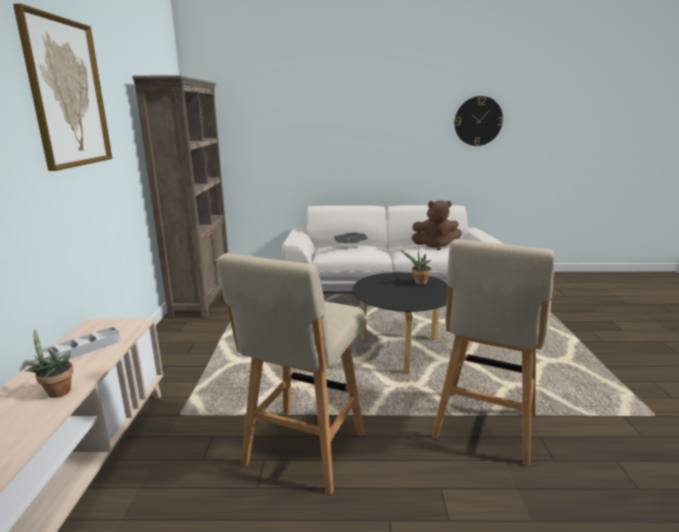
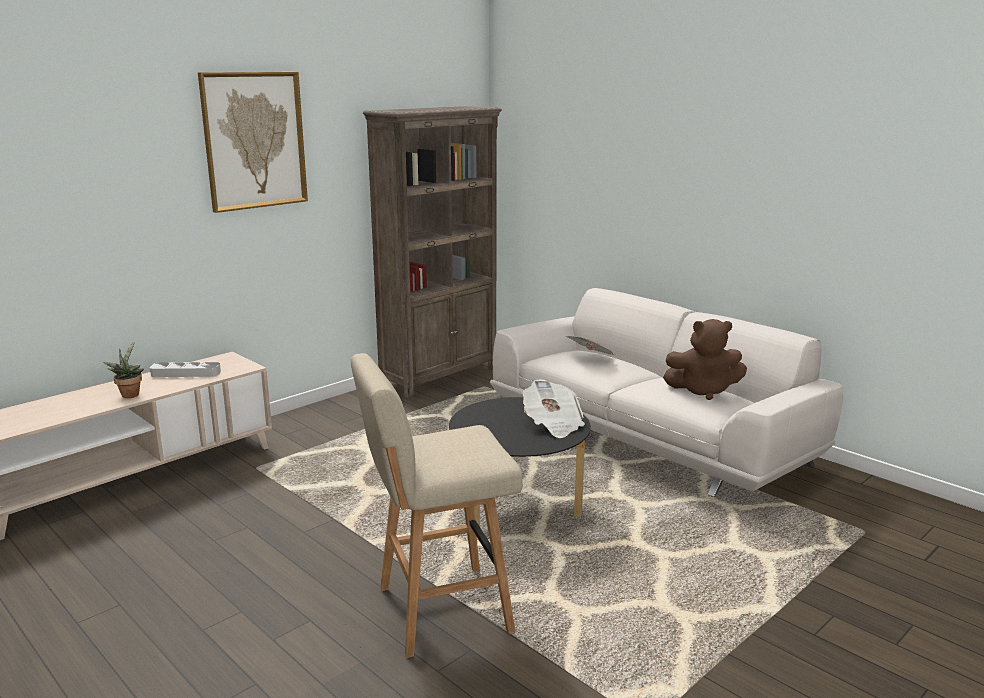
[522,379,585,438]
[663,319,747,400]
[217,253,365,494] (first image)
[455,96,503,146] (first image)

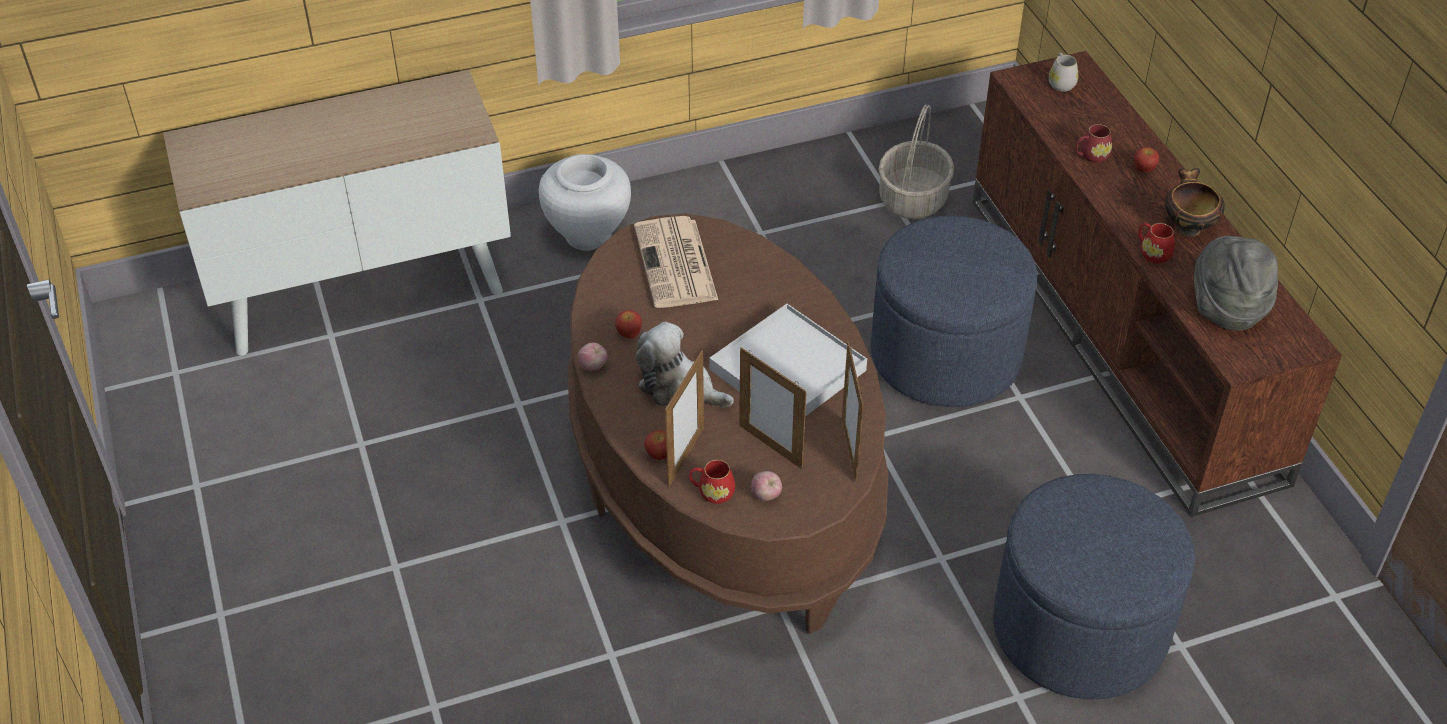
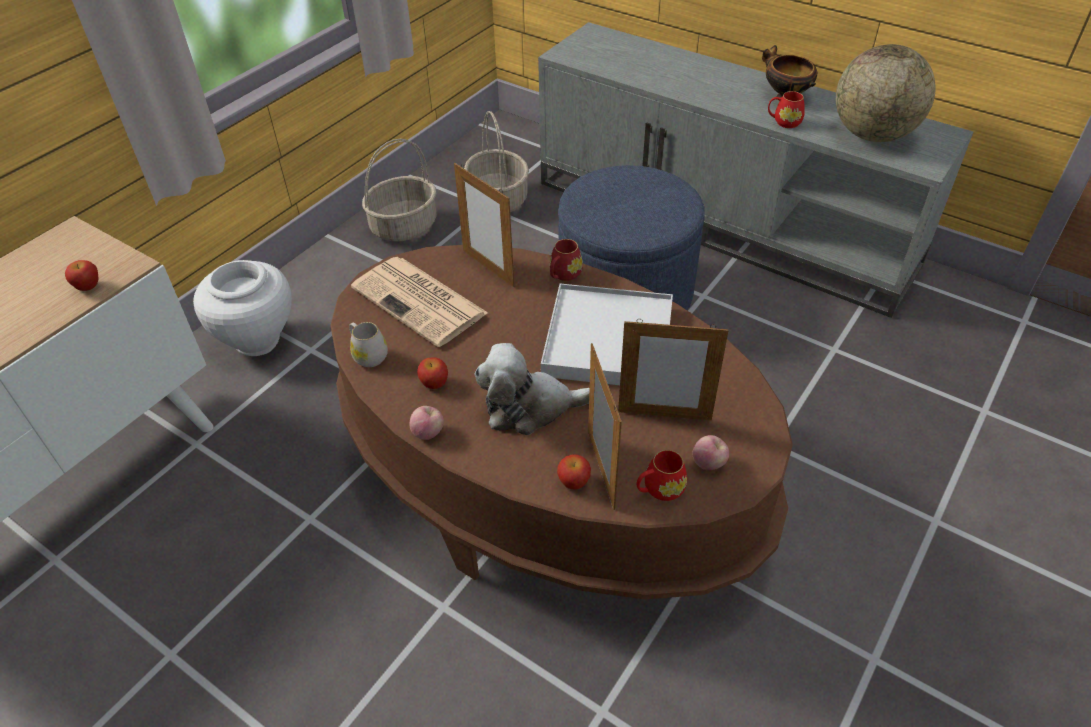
[65,260,99,291]
[349,322,388,367]
[362,138,437,241]
[454,163,514,287]
[538,22,973,318]
[550,239,583,281]
[836,44,936,142]
[993,474,1195,700] (first image)

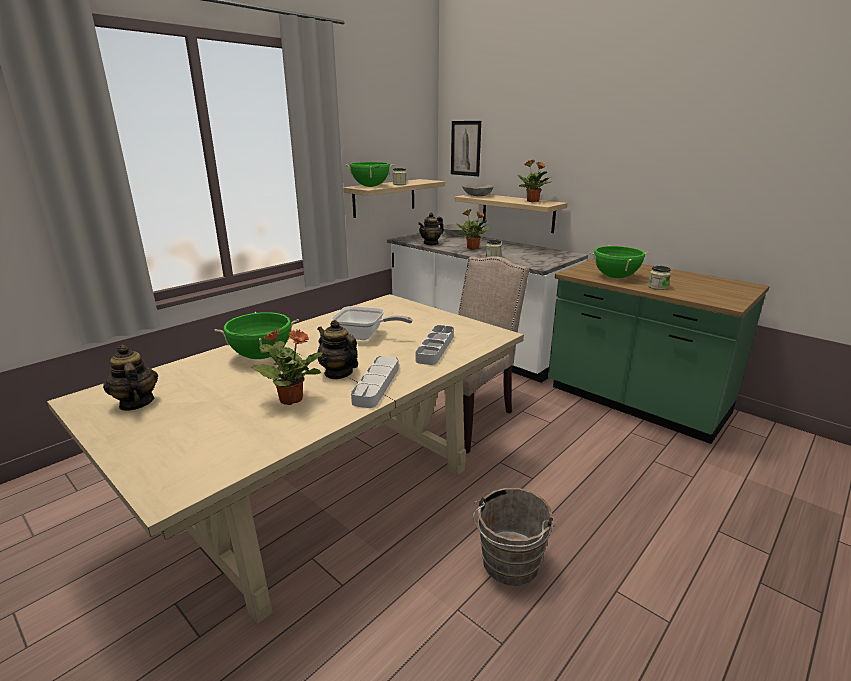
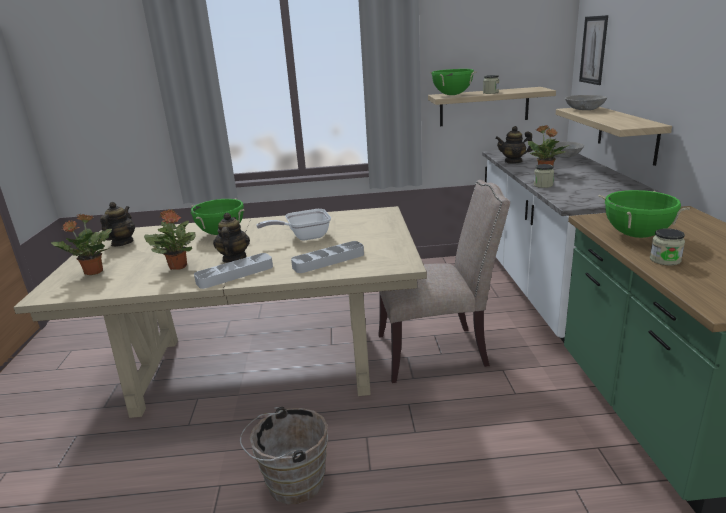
[51,214,112,275]
[256,209,331,241]

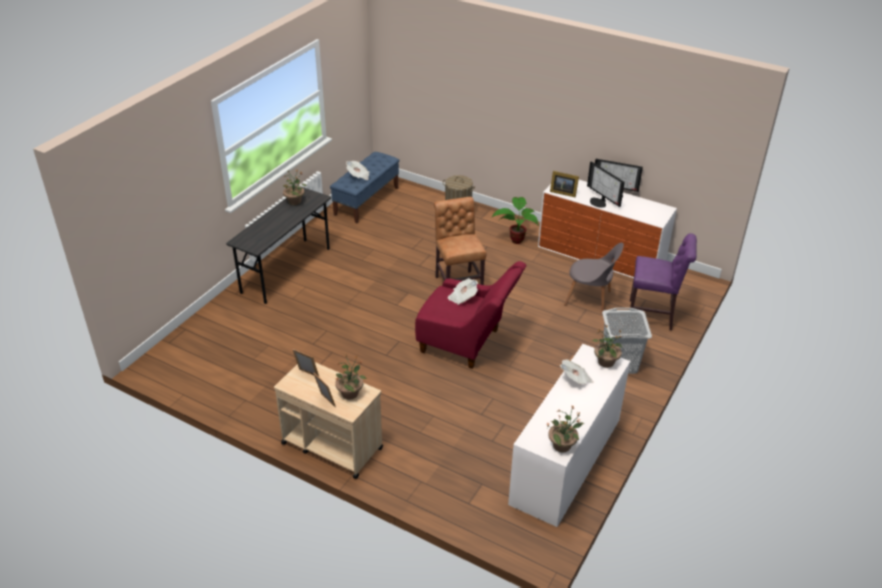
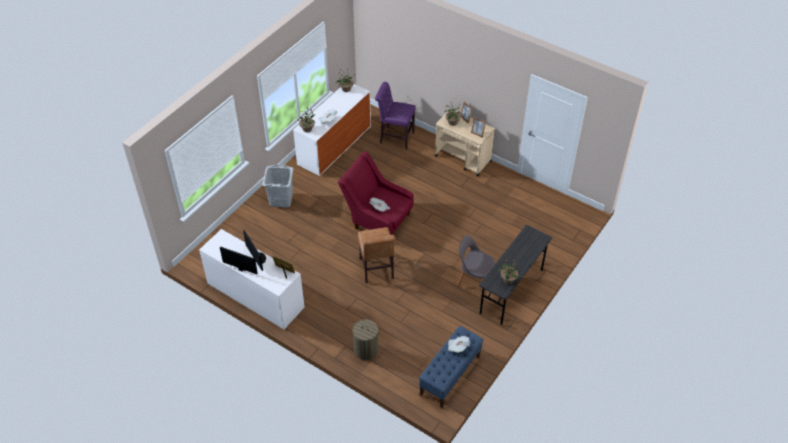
[375,82,416,149]
[458,235,495,296]
[491,197,538,244] (first image)

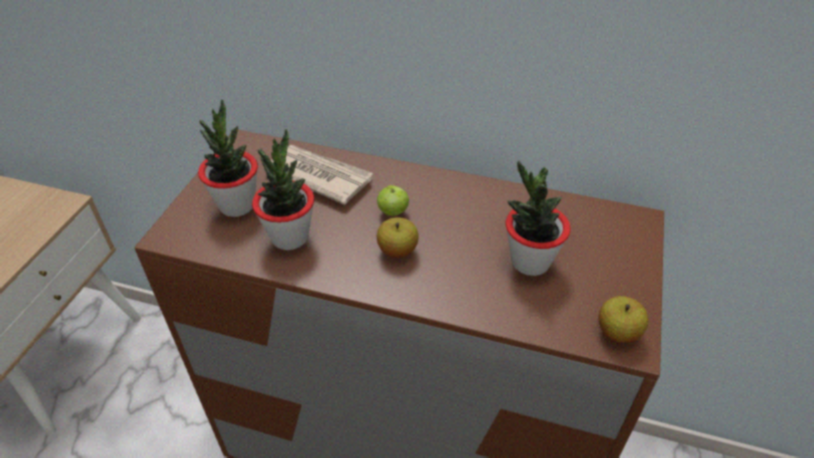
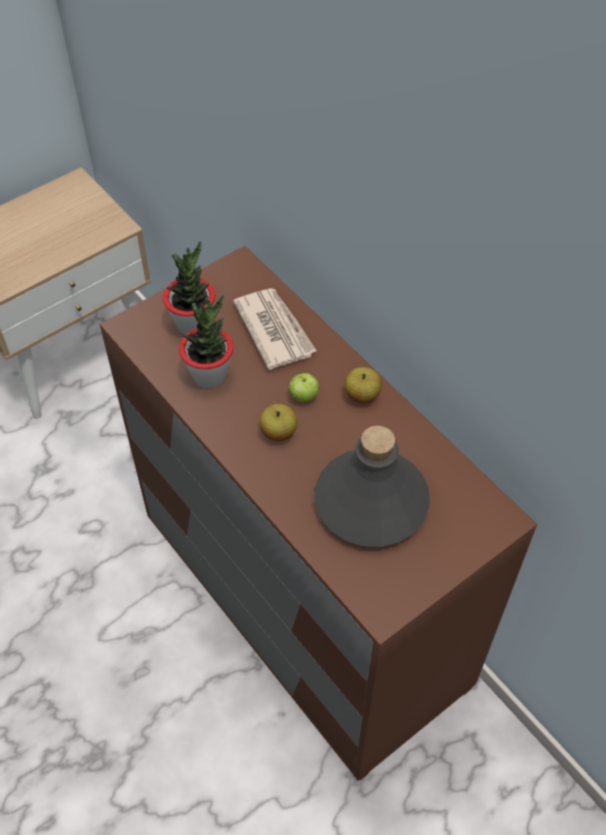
[315,426,430,547]
[345,367,382,403]

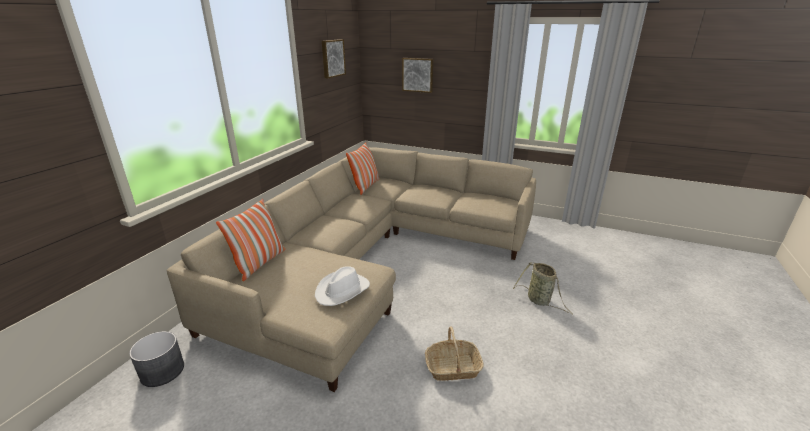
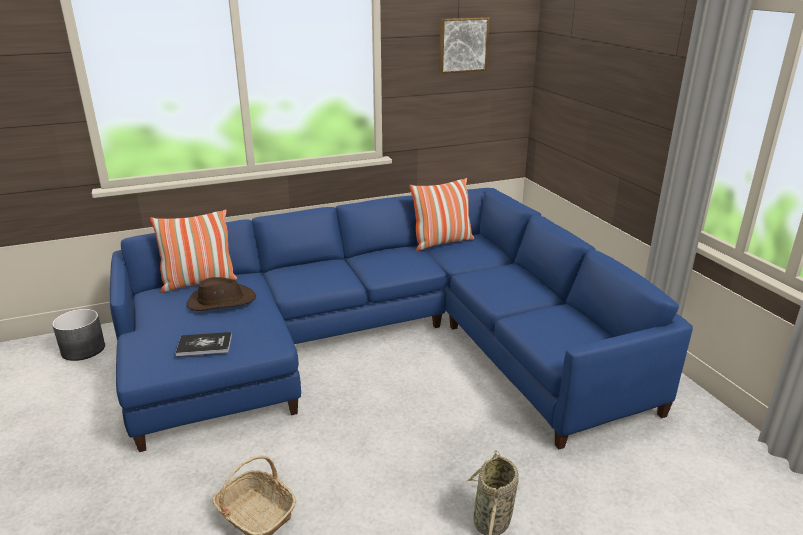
[110,188,693,452]
[176,332,232,356]
[187,277,256,311]
[402,58,433,93] (first image)

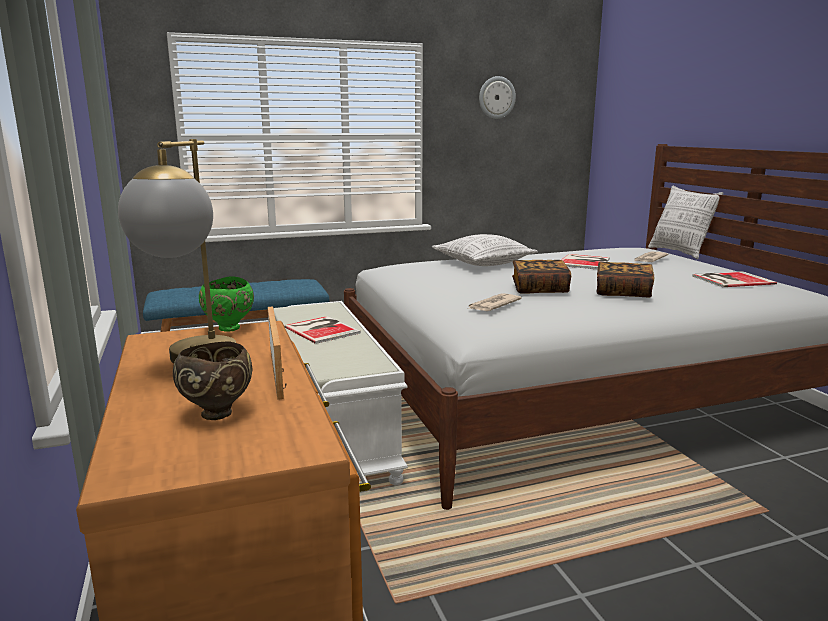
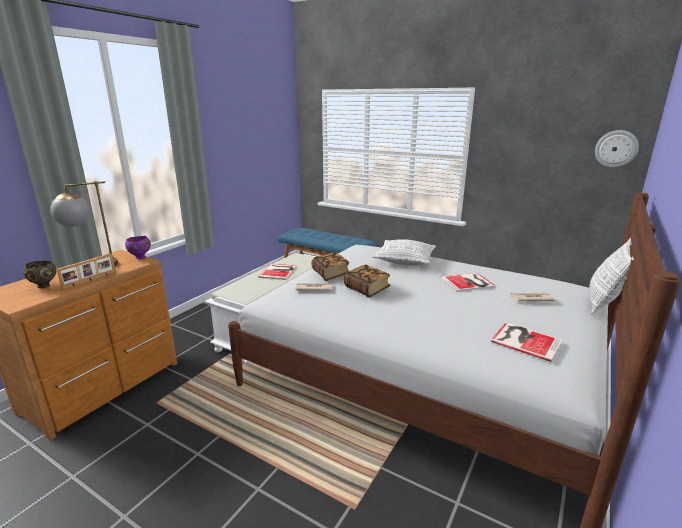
[125,236,151,259]
[311,252,349,281]
[595,130,639,168]

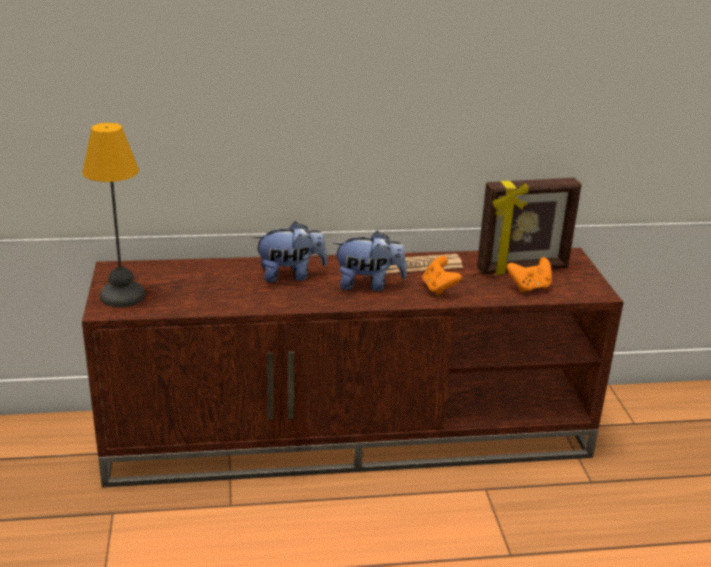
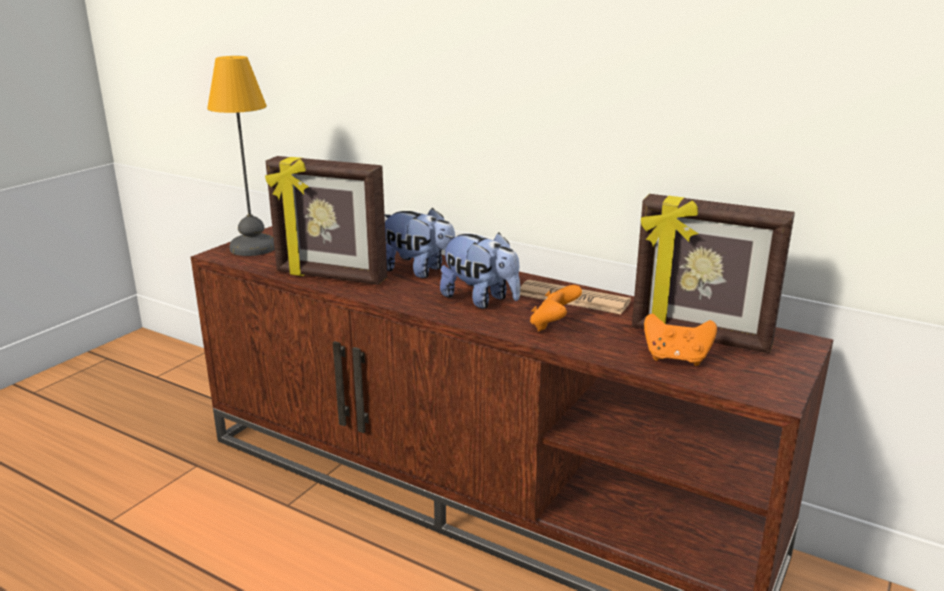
[265,156,387,285]

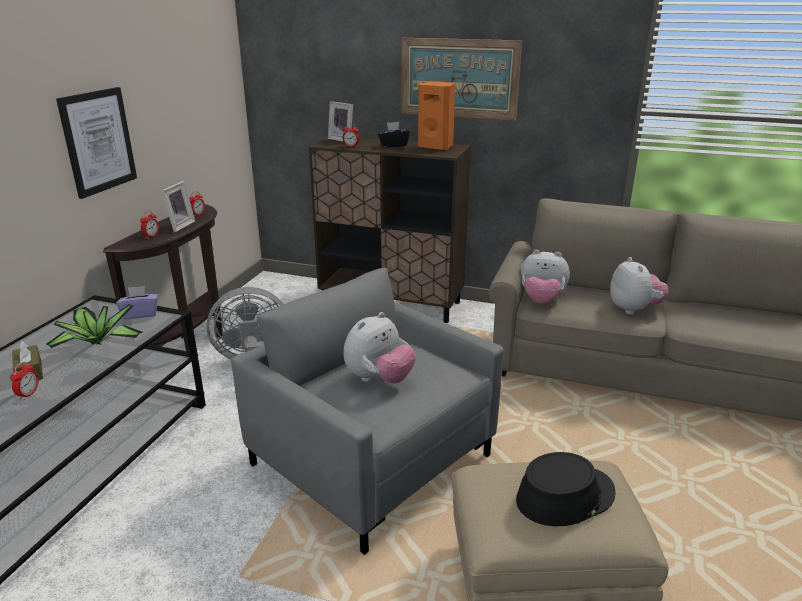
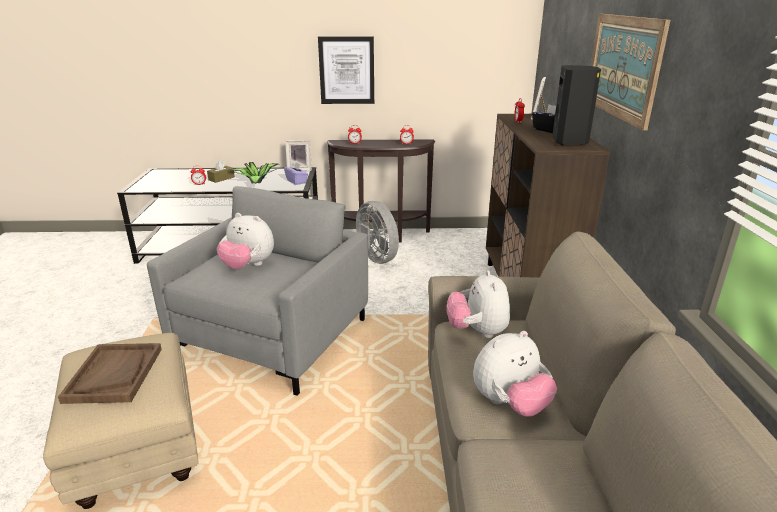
[58,343,162,404]
[285,140,312,171]
[552,65,601,145]

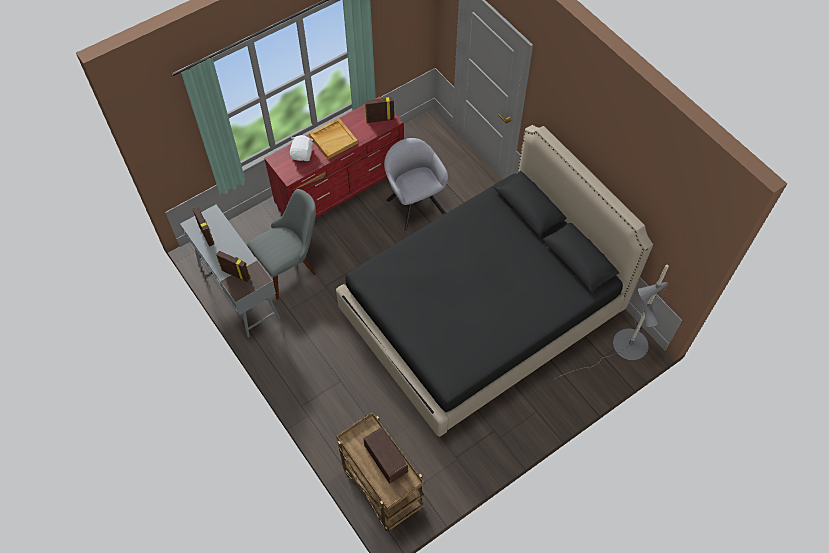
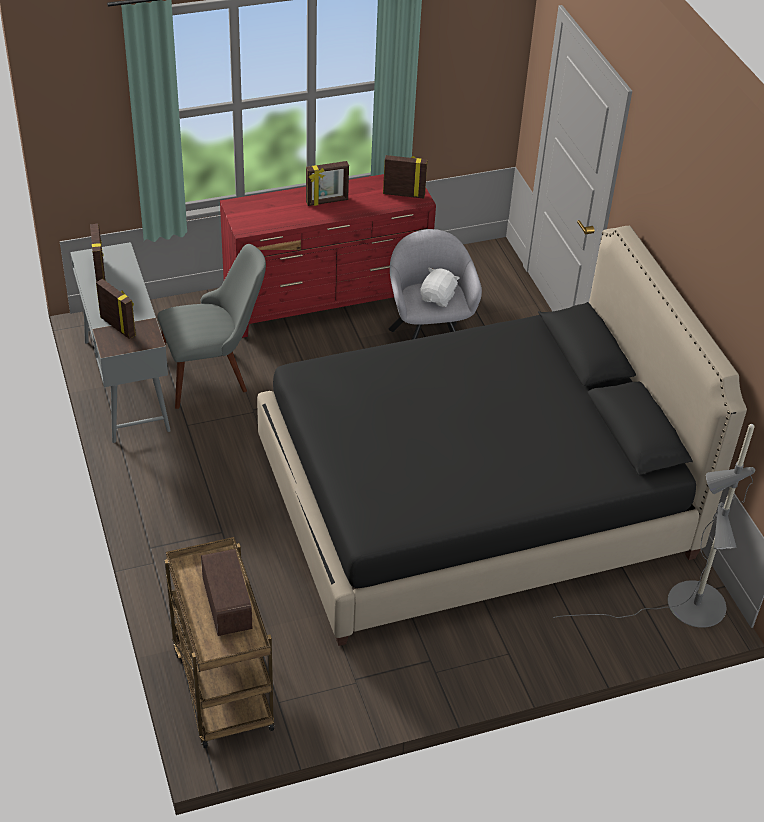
[306,161,349,206]
[420,268,459,307]

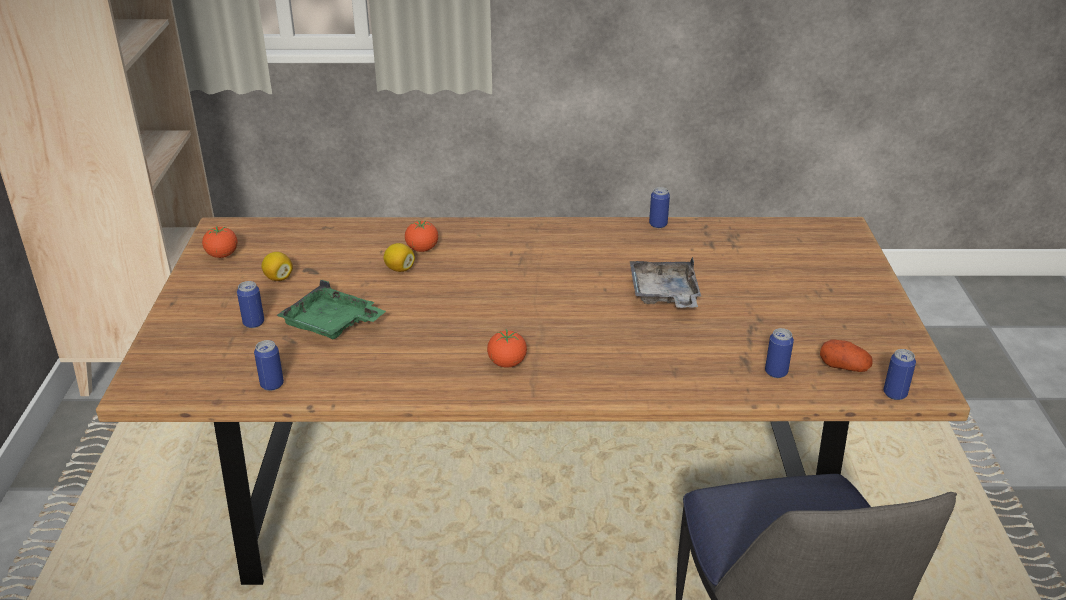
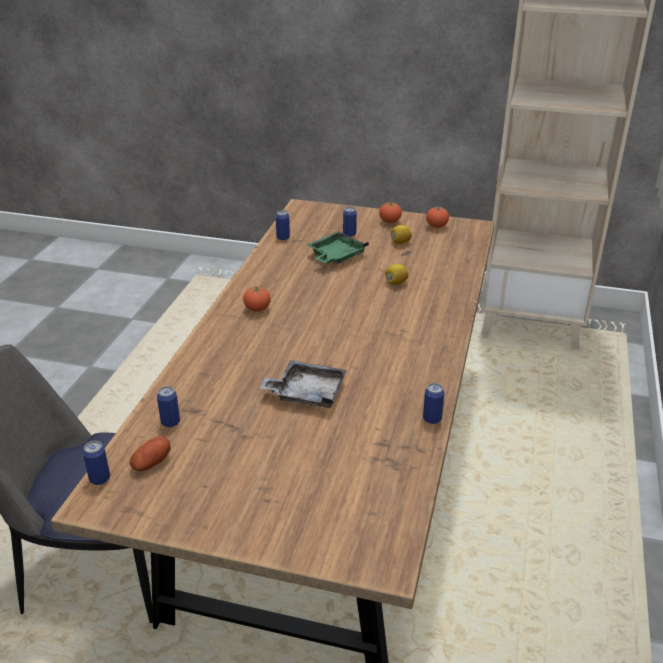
[379,202,402,223]

